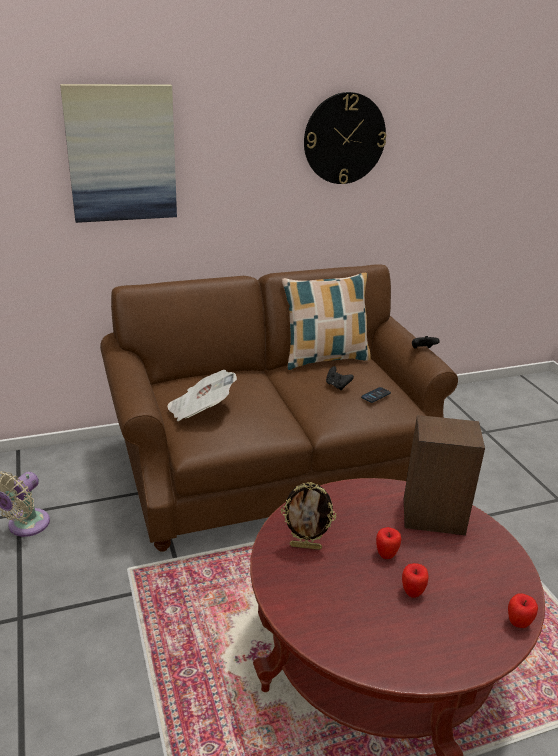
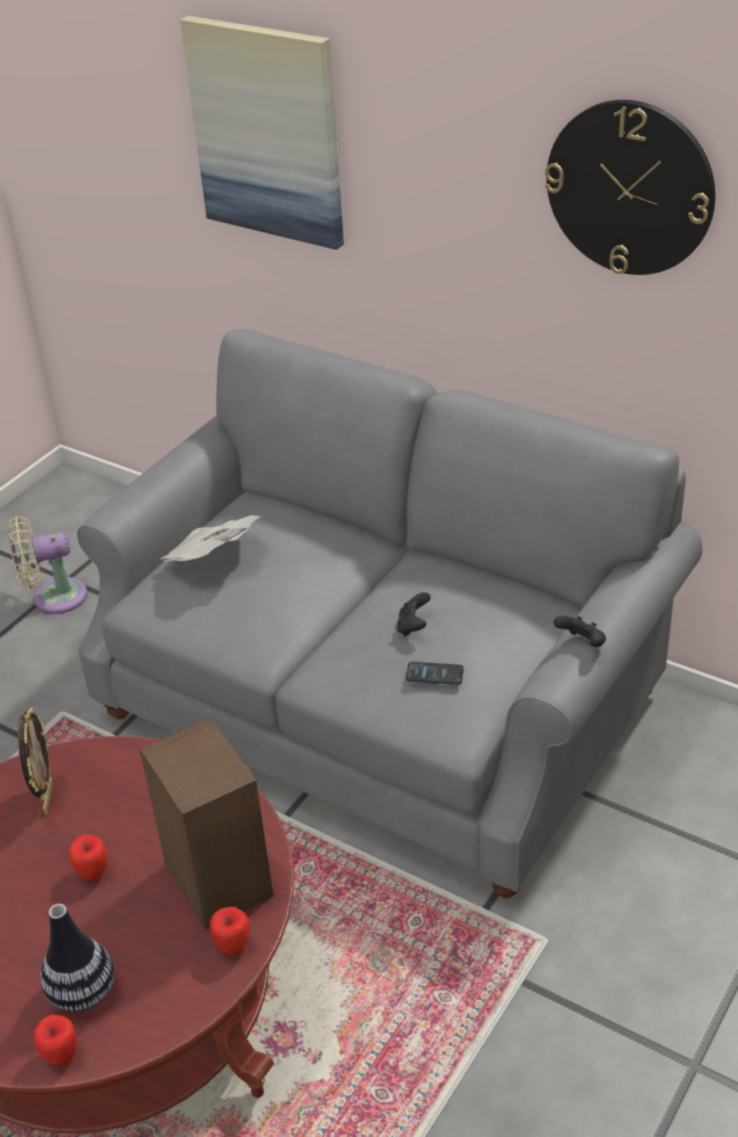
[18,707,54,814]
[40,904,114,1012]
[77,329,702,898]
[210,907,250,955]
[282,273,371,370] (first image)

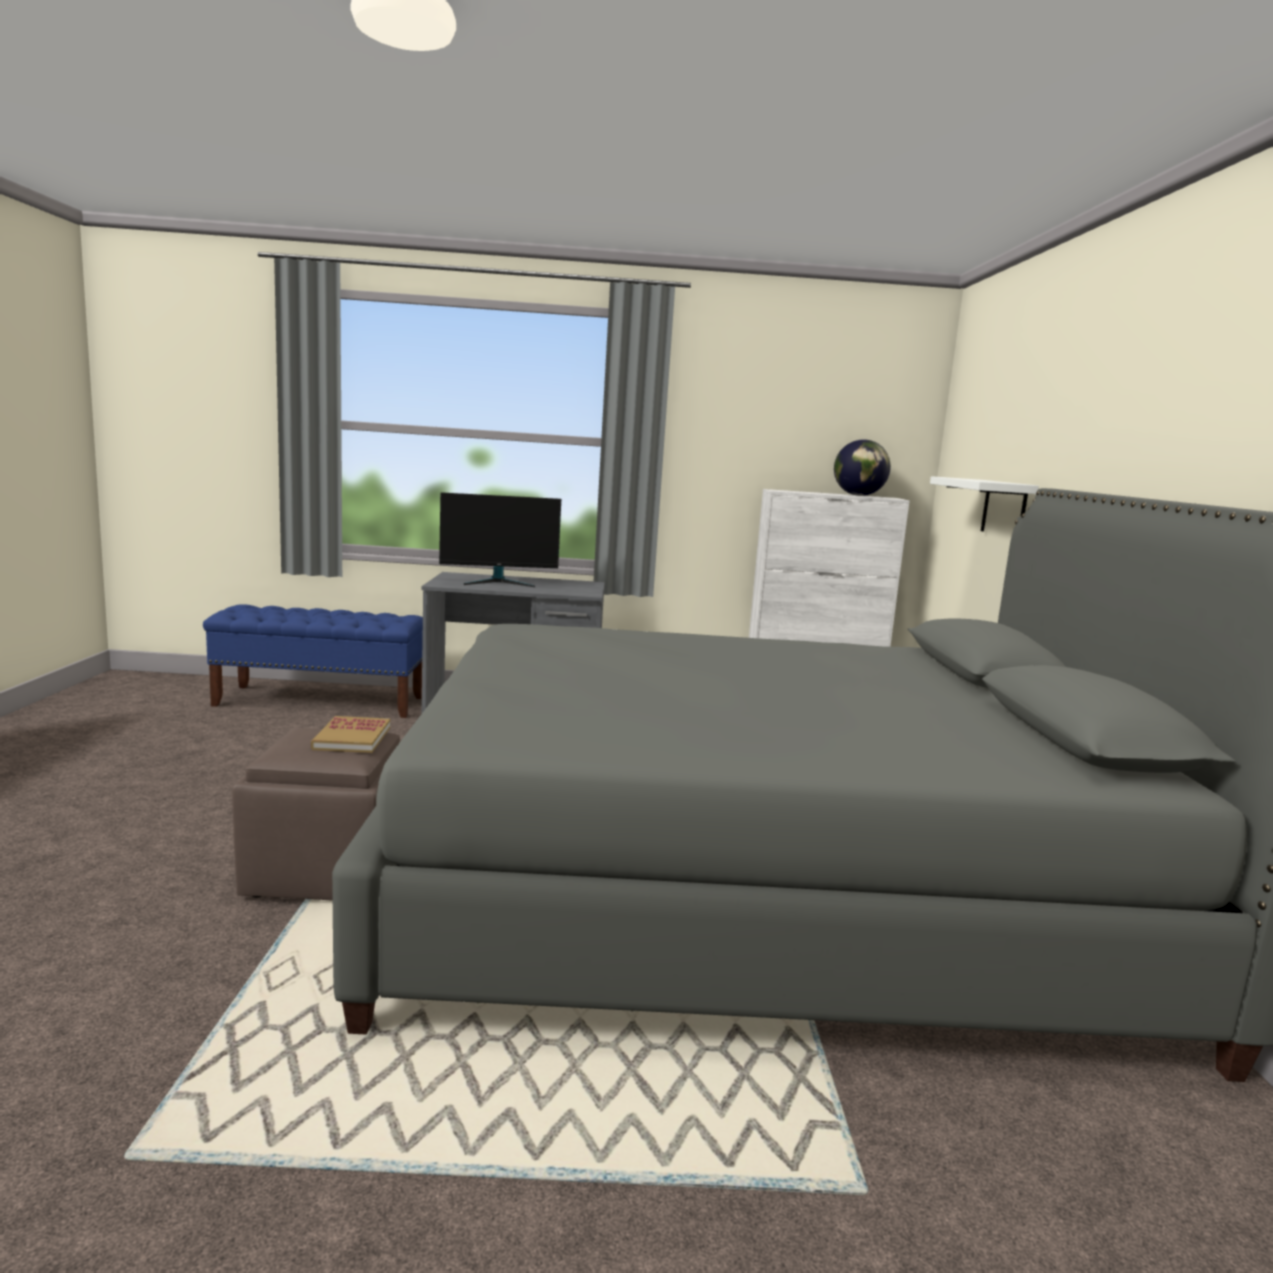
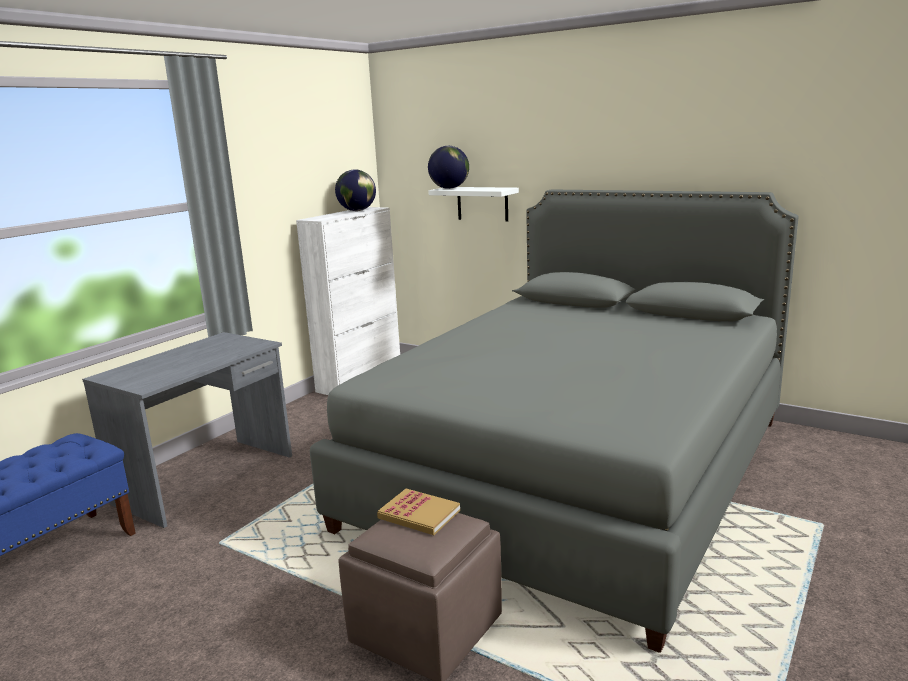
[428,146,469,189]
[439,492,561,587] (first image)

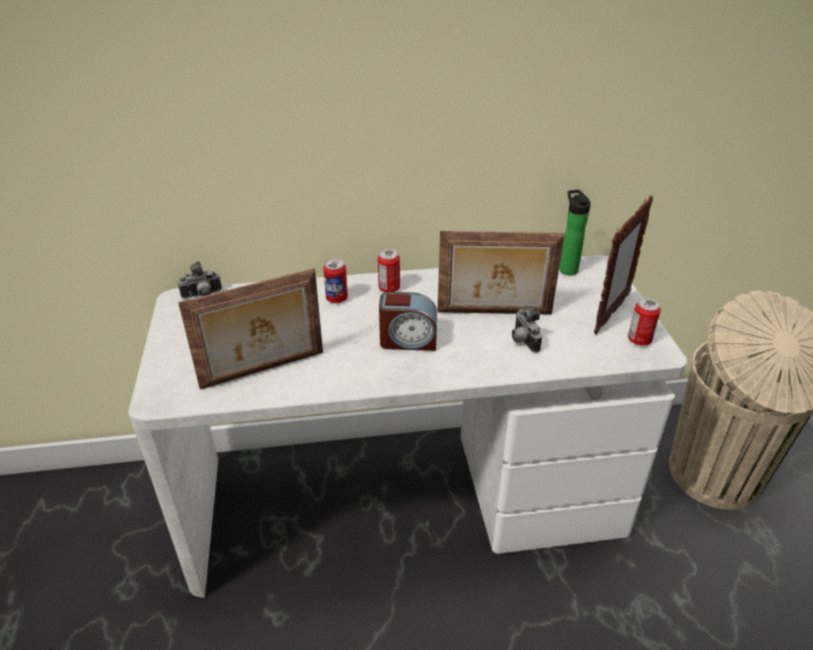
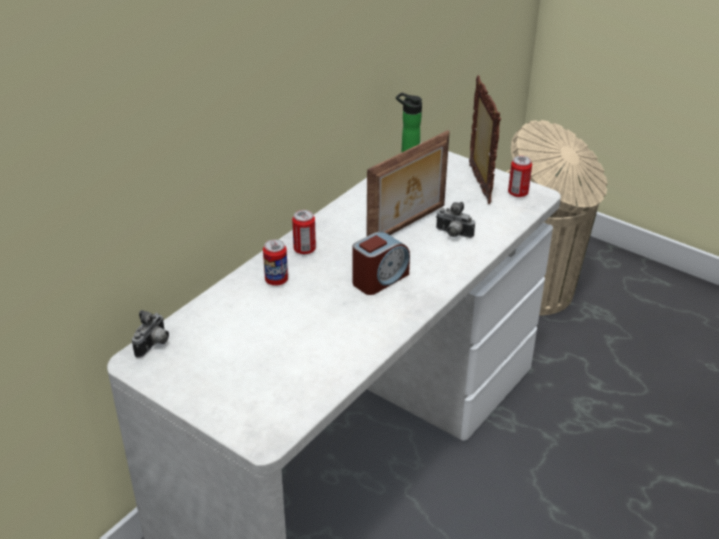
[178,268,323,389] (first image)

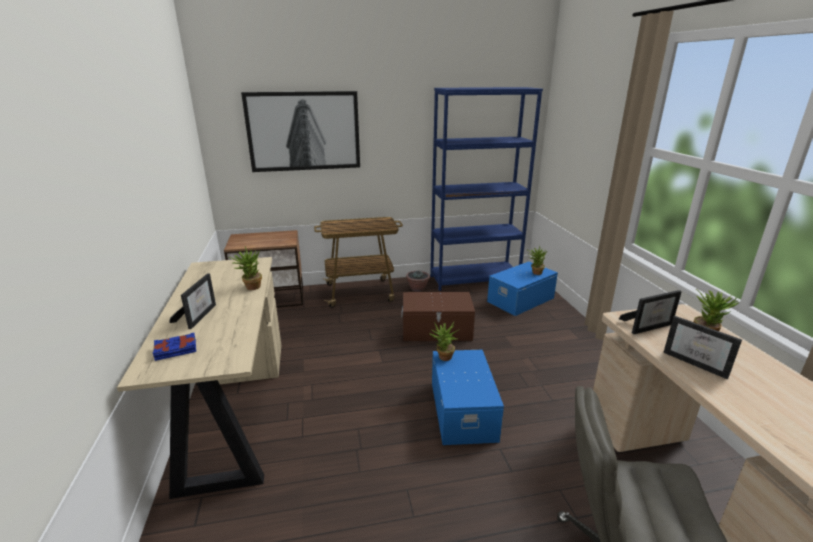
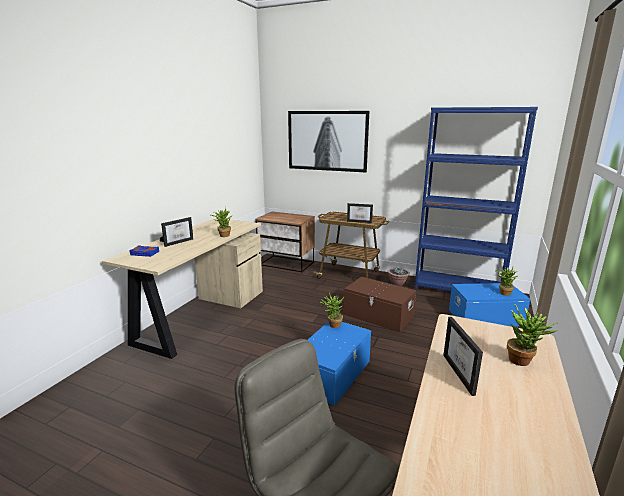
[347,203,373,223]

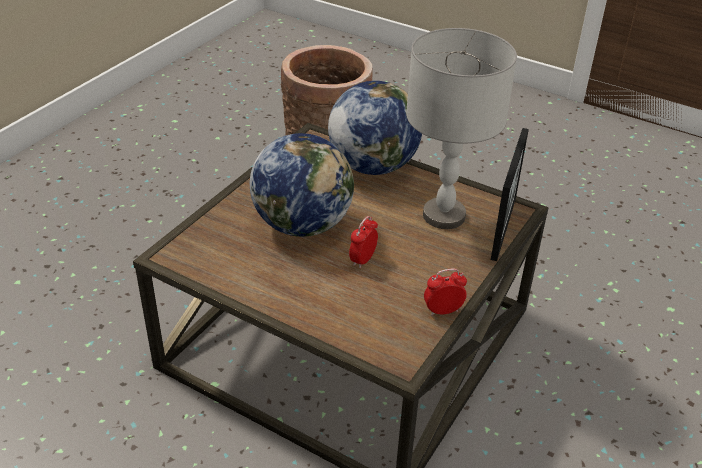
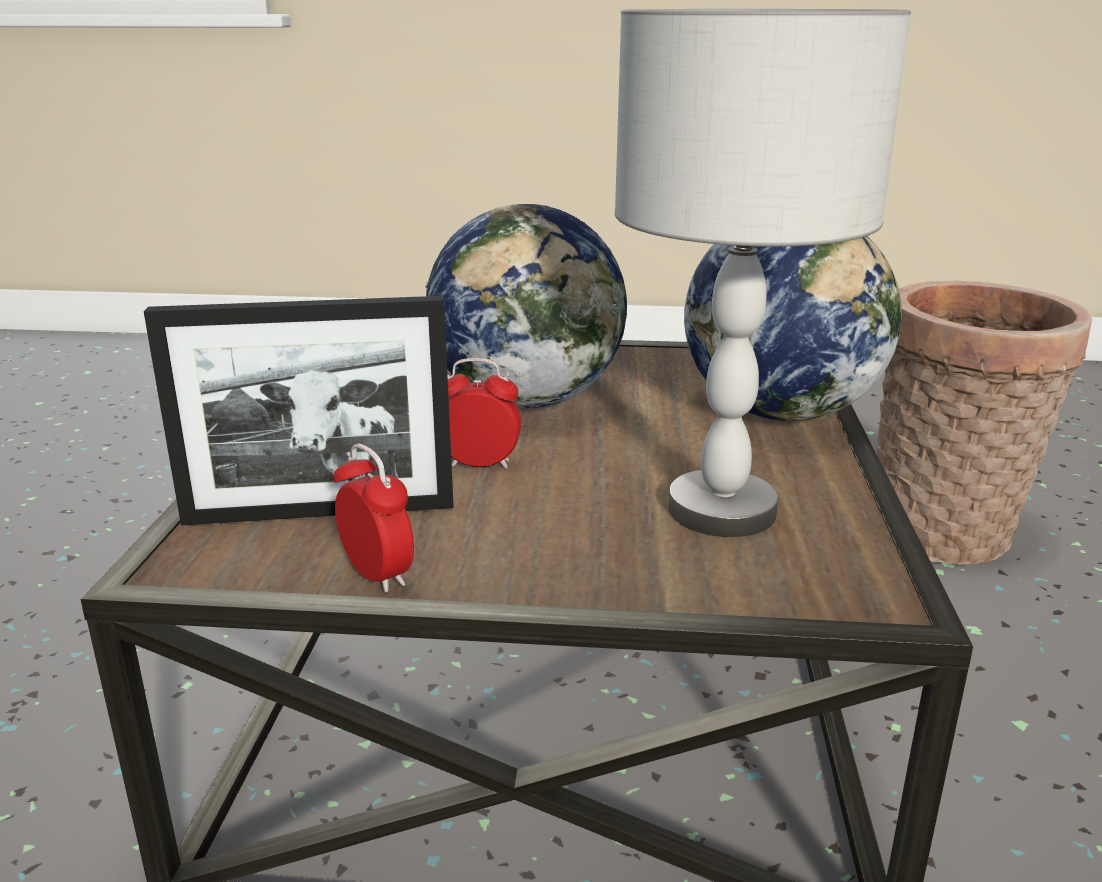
[144,296,454,525]

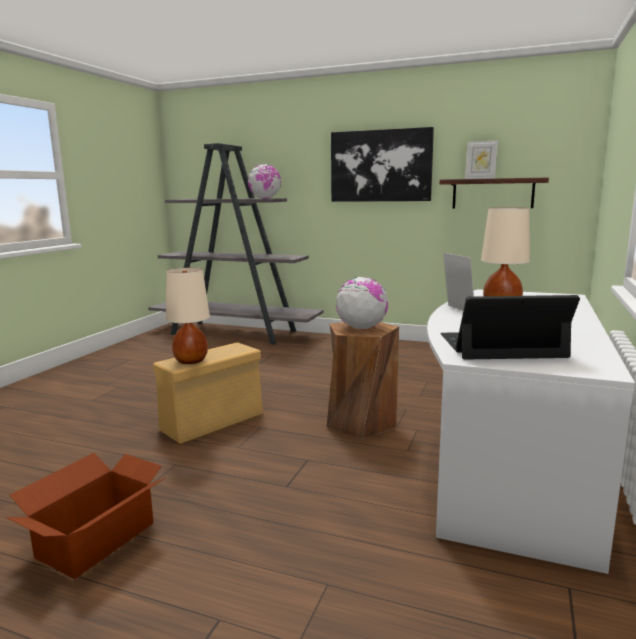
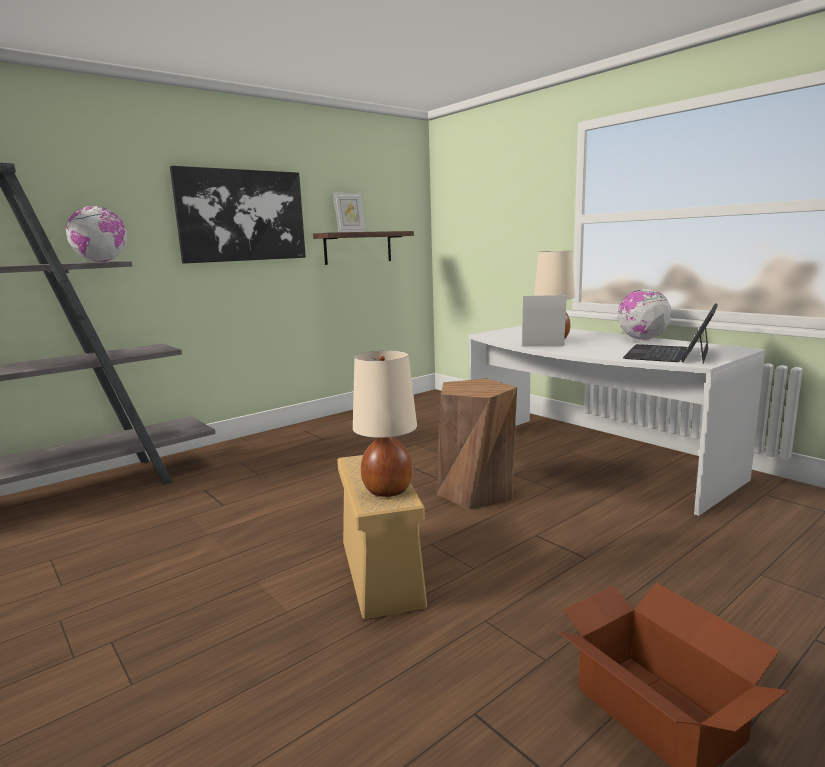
[617,289,672,340]

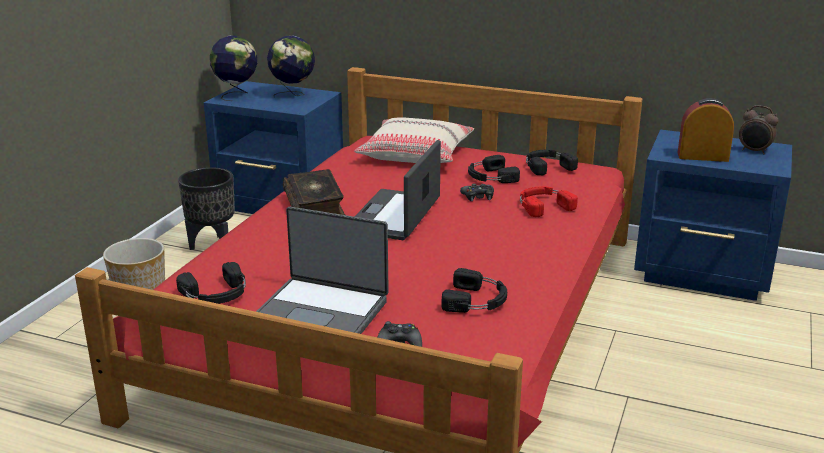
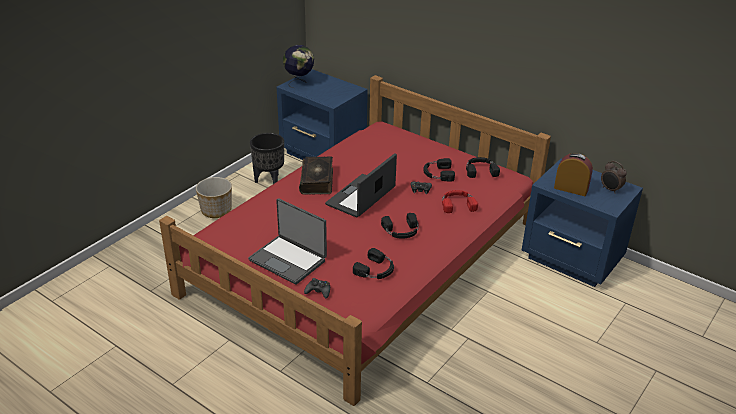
[381,213,419,239]
[267,36,315,98] (first image)
[354,117,474,163] (first image)

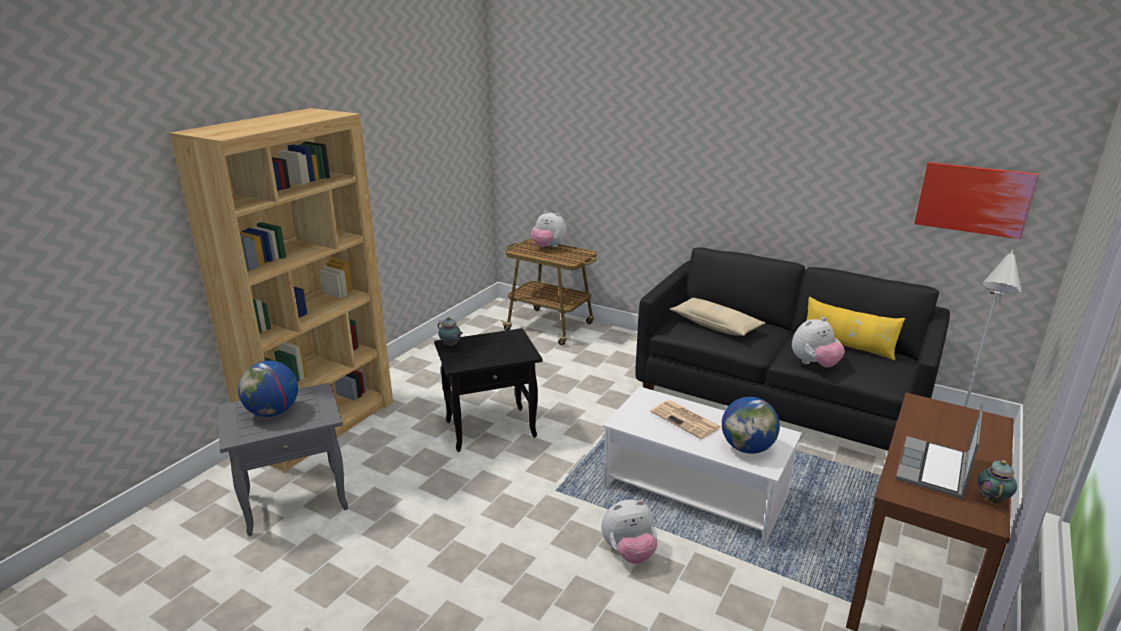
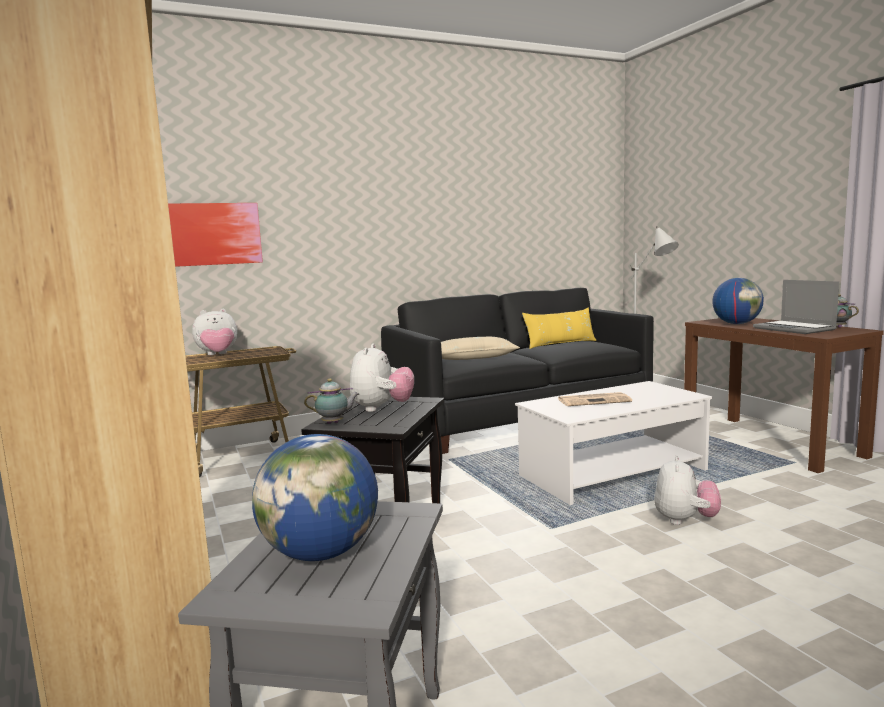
[168,203,263,267]
[350,343,414,412]
[712,278,764,324]

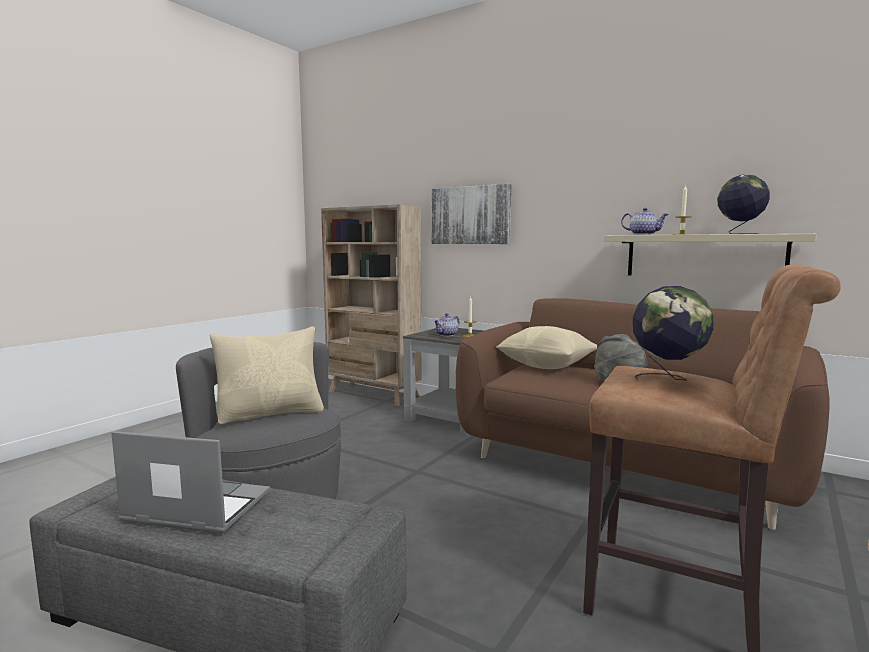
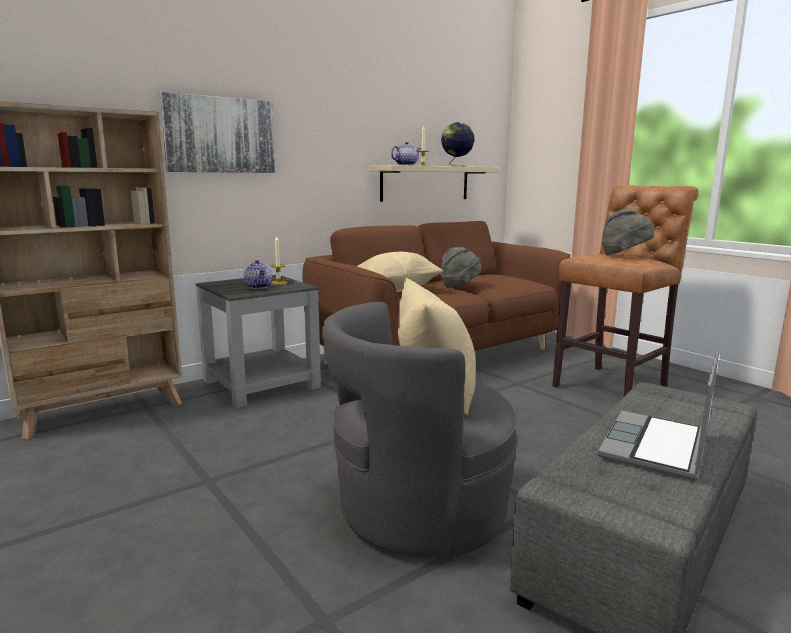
[601,209,655,255]

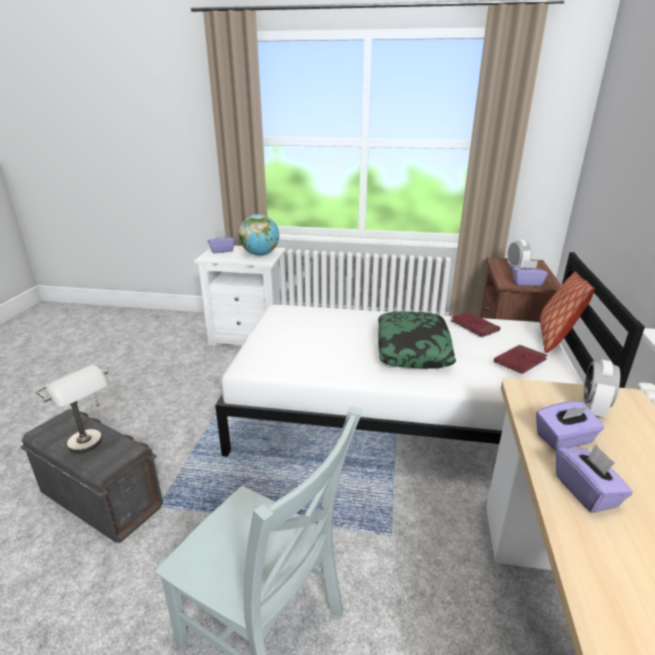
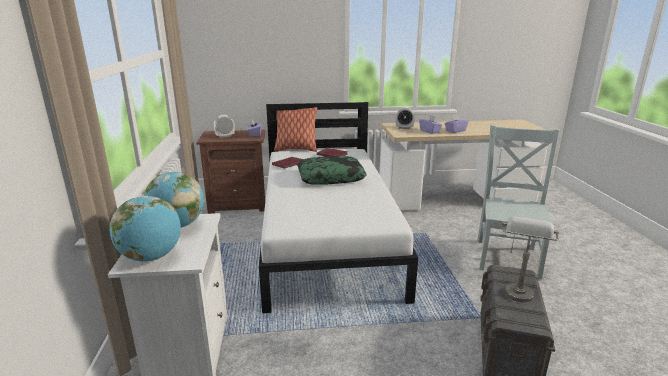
[109,196,181,262]

